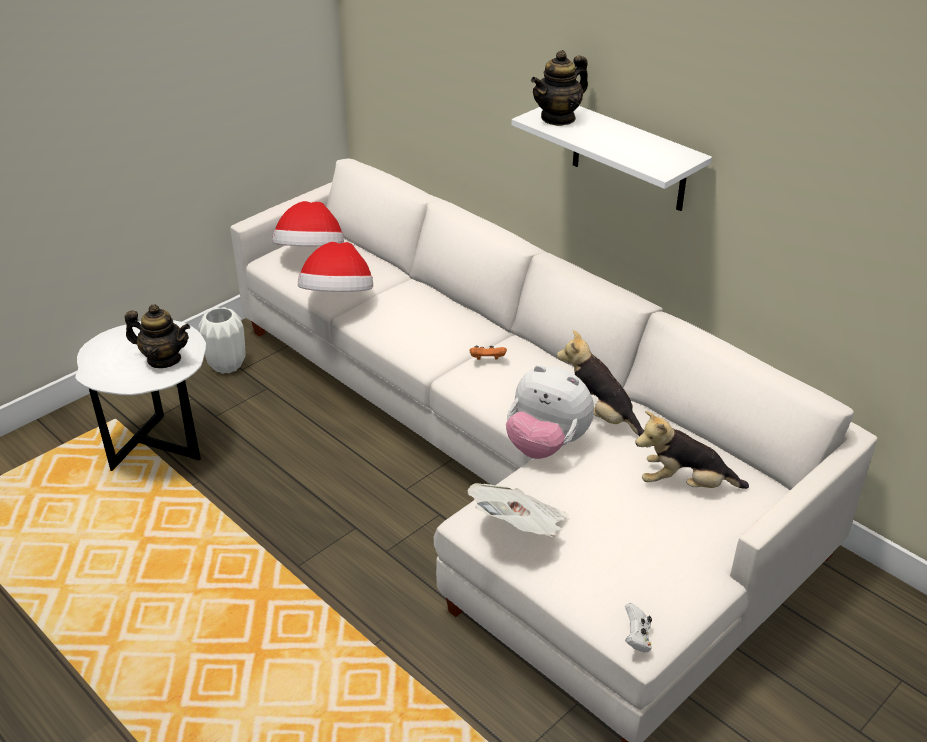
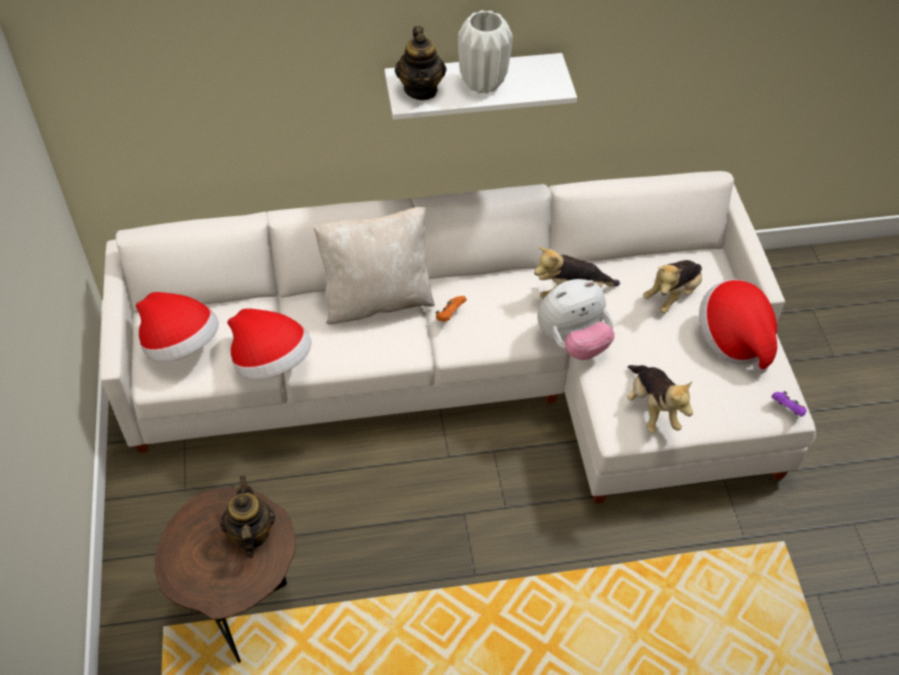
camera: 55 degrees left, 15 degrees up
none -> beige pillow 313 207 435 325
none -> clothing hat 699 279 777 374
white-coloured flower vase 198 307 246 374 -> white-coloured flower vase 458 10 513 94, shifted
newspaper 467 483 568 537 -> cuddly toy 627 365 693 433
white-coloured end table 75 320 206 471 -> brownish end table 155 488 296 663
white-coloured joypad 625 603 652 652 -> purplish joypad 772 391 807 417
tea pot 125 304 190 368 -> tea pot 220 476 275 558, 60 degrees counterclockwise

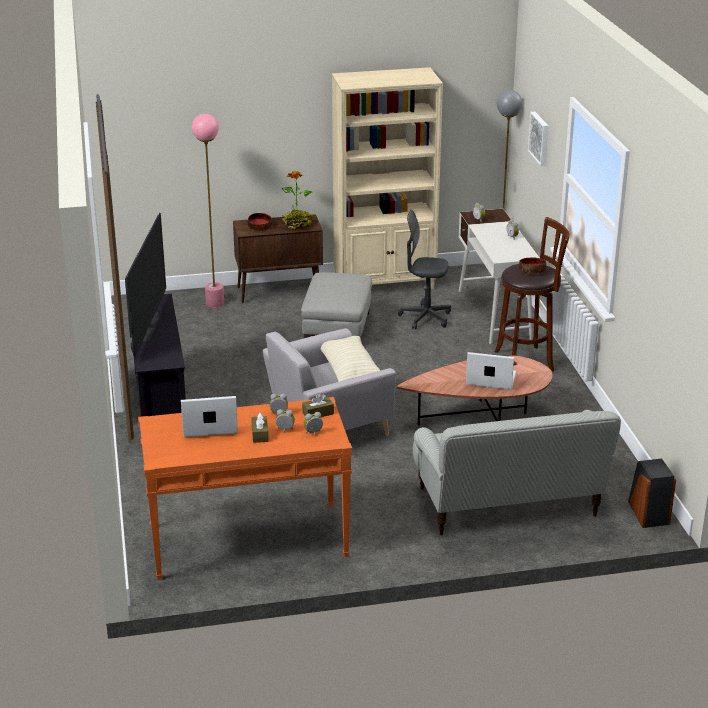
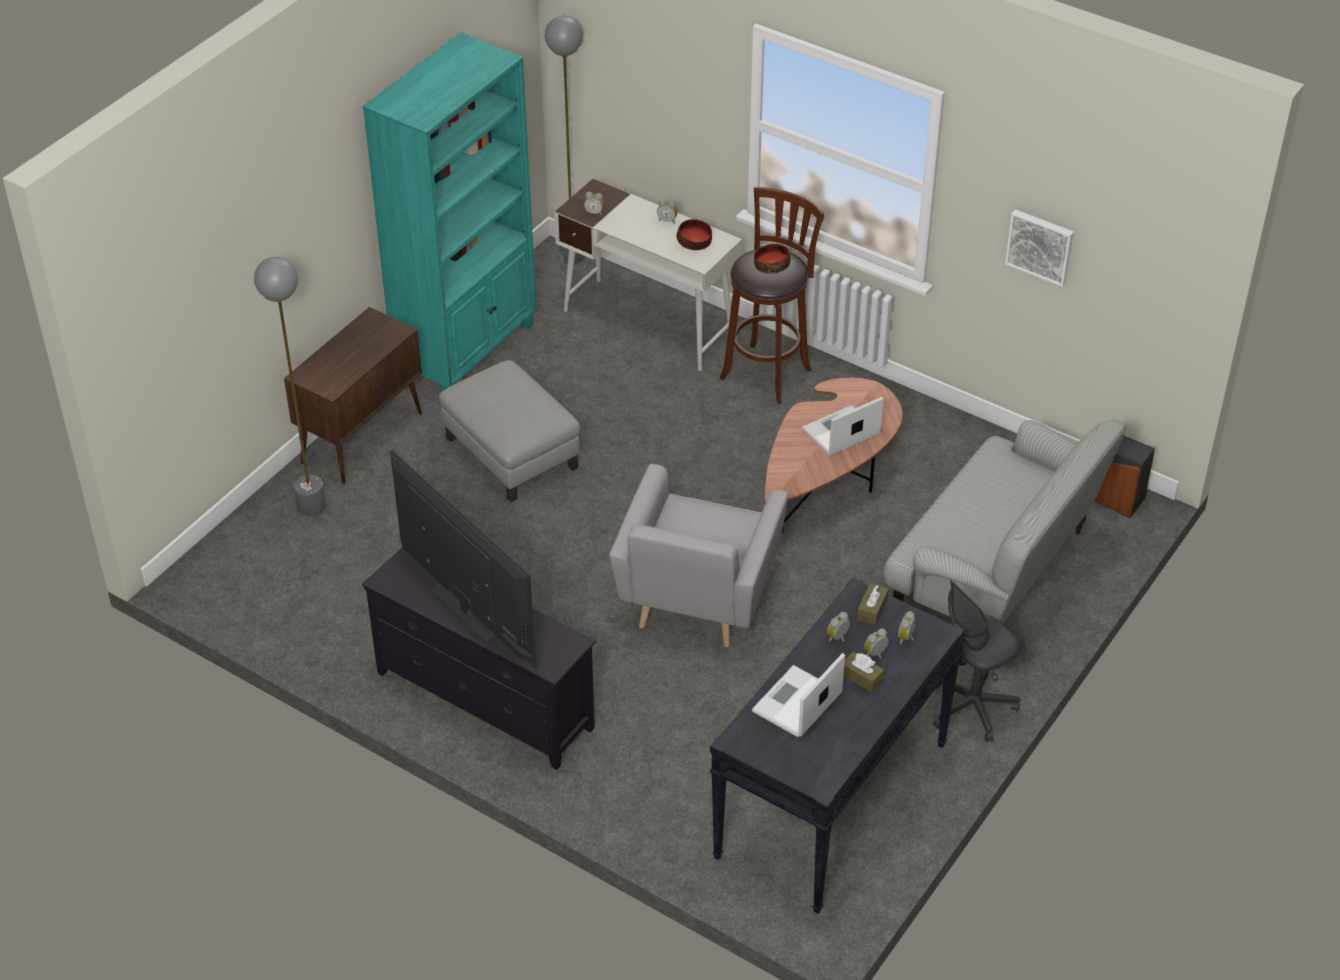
camera: 45 degrees left, 15 degrees up
houseplant 281 170 315 229 -> none
beige pillow 321 336 381 382 -> none
serving bowl 247 213 272 231 -> serving bowl 677 219 712 250, shifted
grey desk chair 398 209 451 329 -> grey desk chair 933 580 1020 742, shifted
wall picture 528 112 548 166 -> wall picture 1005 209 1074 287, shifted
orangey console table 138 397 352 580 -> black console table 710 577 965 914
pink-coloured floor lamp 192 114 224 308 -> grey floor lamp 254 257 326 516
beige bookshelf 332 67 443 289 -> blue-green bookshelf 363 33 537 392

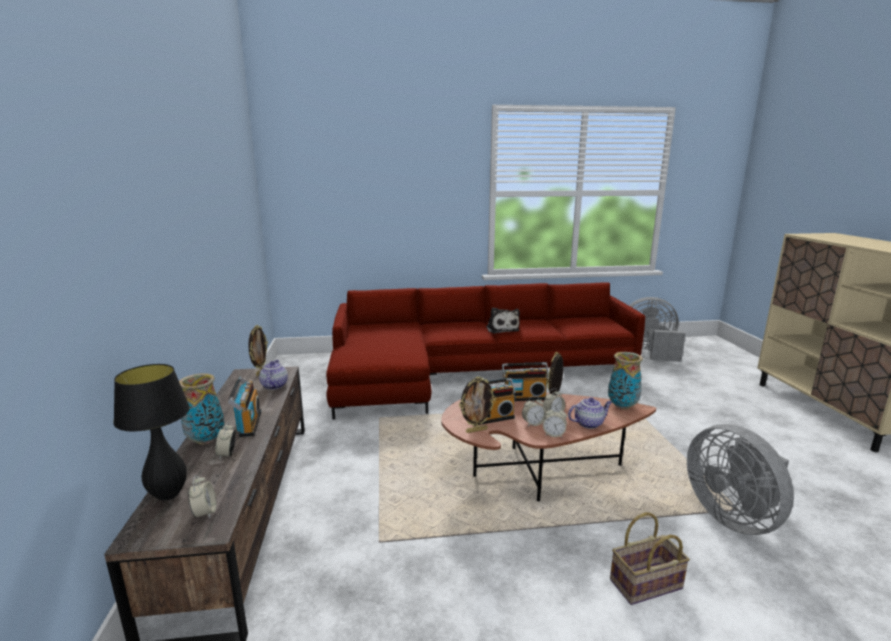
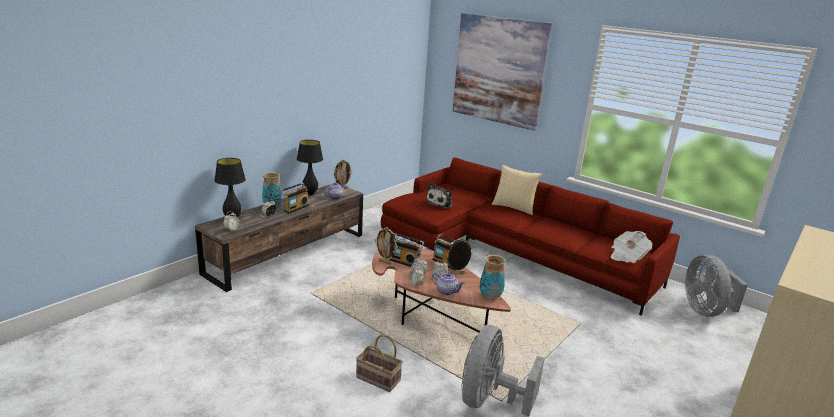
camera: 45 degrees right, 5 degrees up
none -> black table lamp 297 140 323 195
none -> wall picture 453 13 552 131
none -> pillow 492 165 543 215
none -> newspaper 611 231 652 263
cuddly toy 486 308 520 334 -> cuddly toy 425 183 454 208, shifted
grey cooling fan 629 297 686 362 -> grey cooling fan 685 254 748 317, 150 degrees counterclockwise

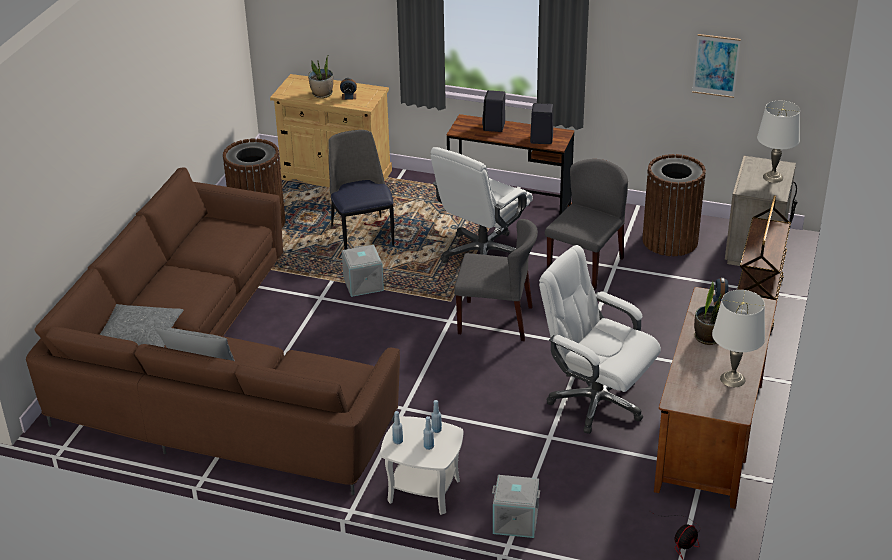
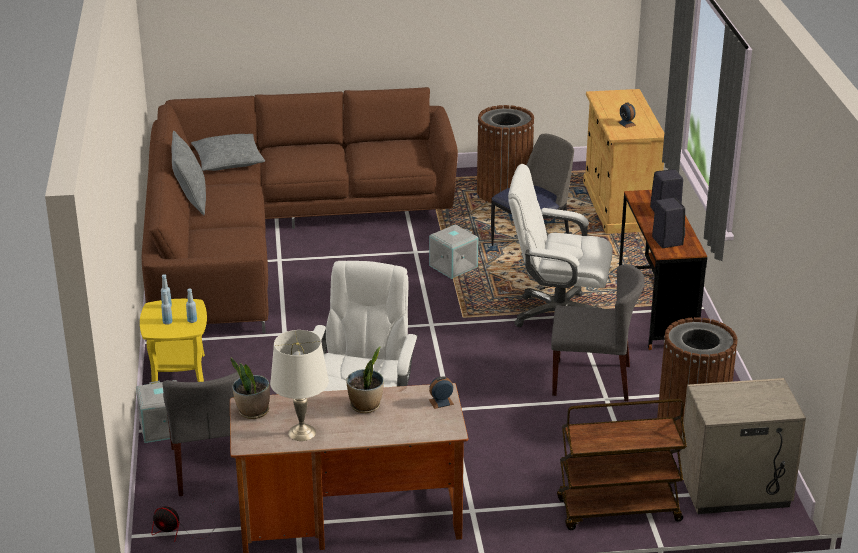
camera: 65 degrees right, 5 degrees down
wall picture 692 34 741 98 -> none
white-coloured table lamp 757 101 800 183 -> none
houseplant 308 56 333 98 -> houseplant 231 358 270 419, shifted
grey chair 454 219 538 341 -> grey chair 163 372 240 496, shifted
white-coloured end table 380 416 463 515 -> yellow end table 140 299 207 384

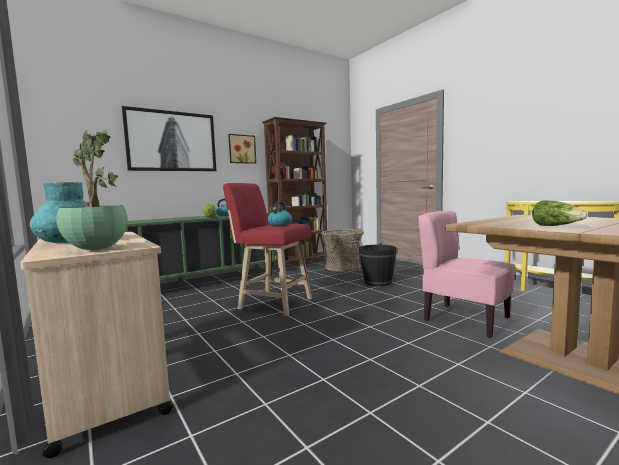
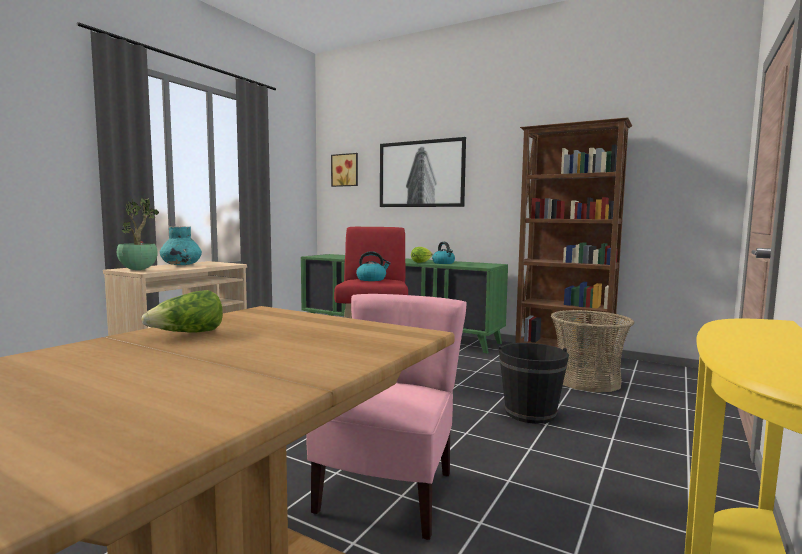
camera: 65 degrees right, 0 degrees up
wall picture 228 134 256 164 -> wall picture 331 153 358 187, shifted

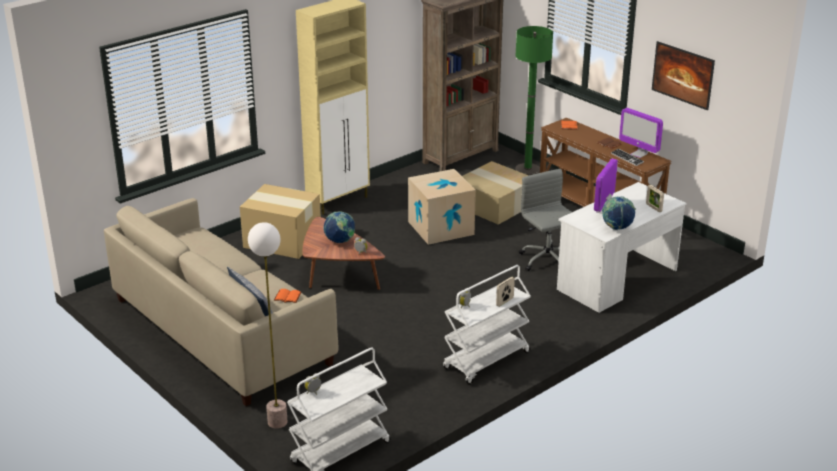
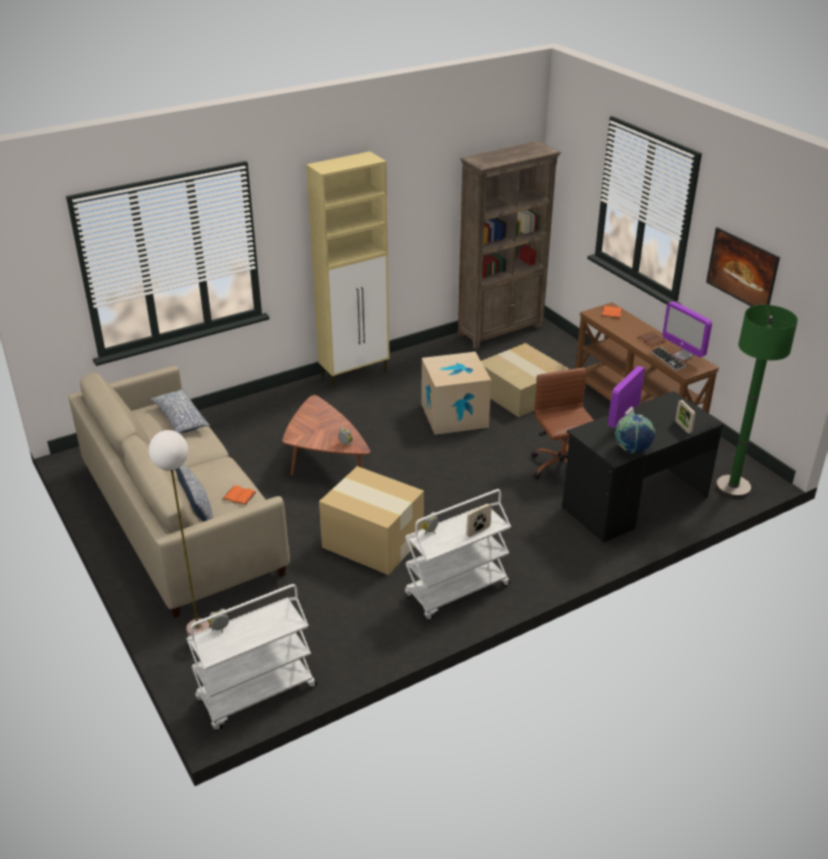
camera: 10 degrees right, 5 degrees up
world globe 323 211 355 243 -> none
none -> pillow 150 389 210 434
carton 240 184 321 259 -> carton 319 466 424 575, shifted
greenish floor lamp 515 26 553 175 -> greenish floor lamp 716 305 798 499, shifted
grey desk chair 519 169 572 271 -> brownish desk chair 532 368 594 479
white-coloured desk 557 182 687 313 -> black desk 562 391 724 543

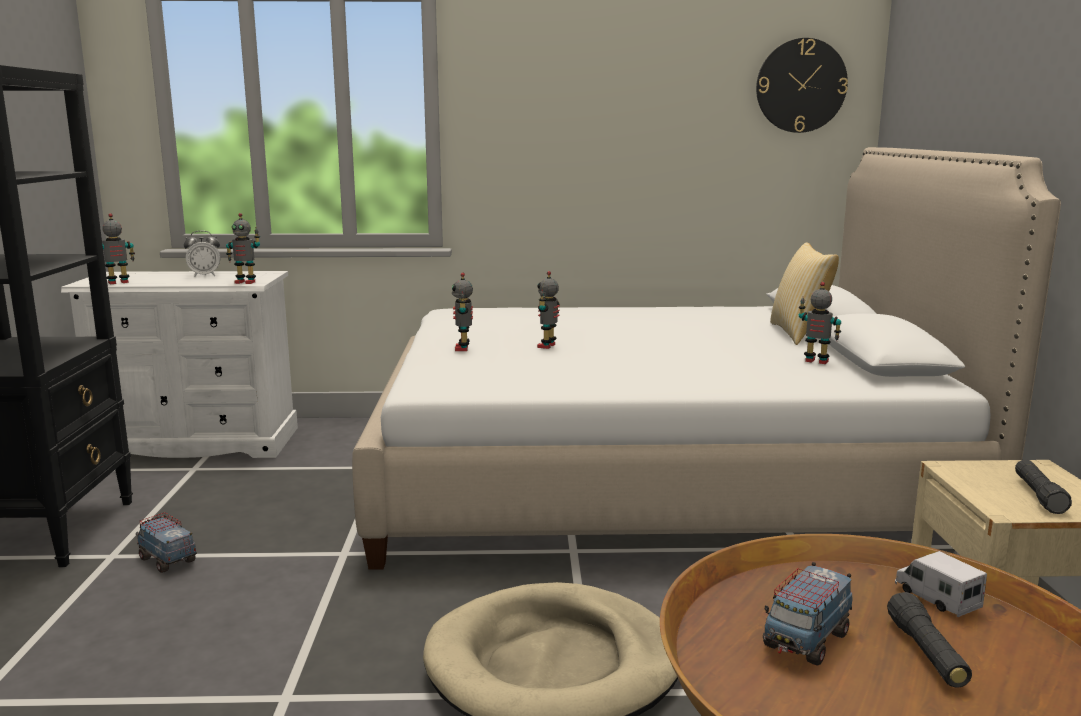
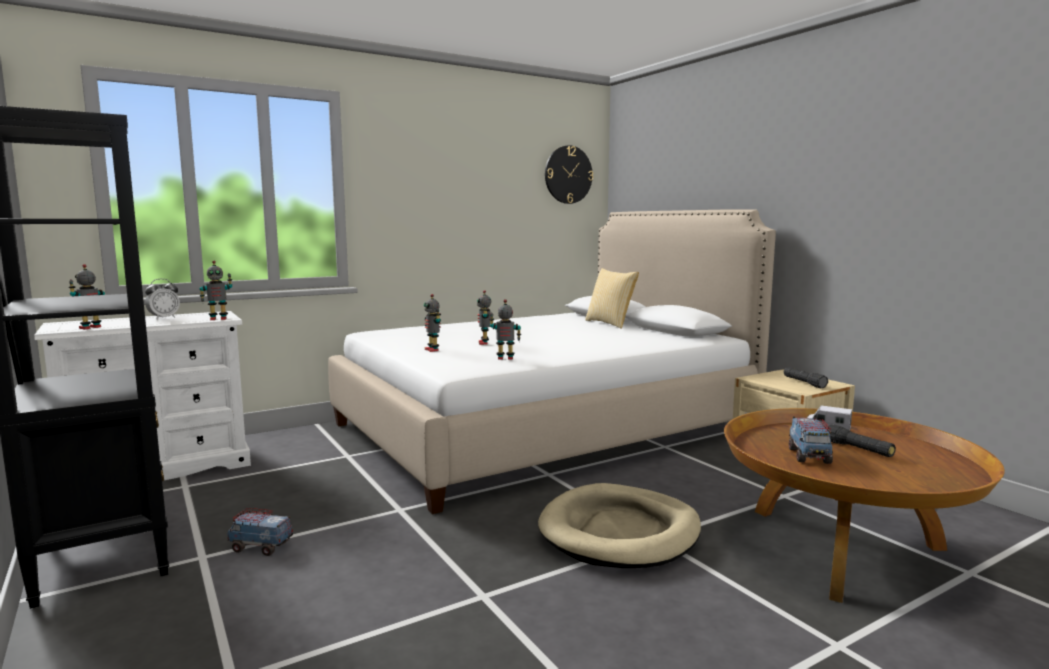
camera: 30 degrees left, 5 degrees down
robot figure 799 282 841 364 -> robot figure 490 299 521 360, shifted

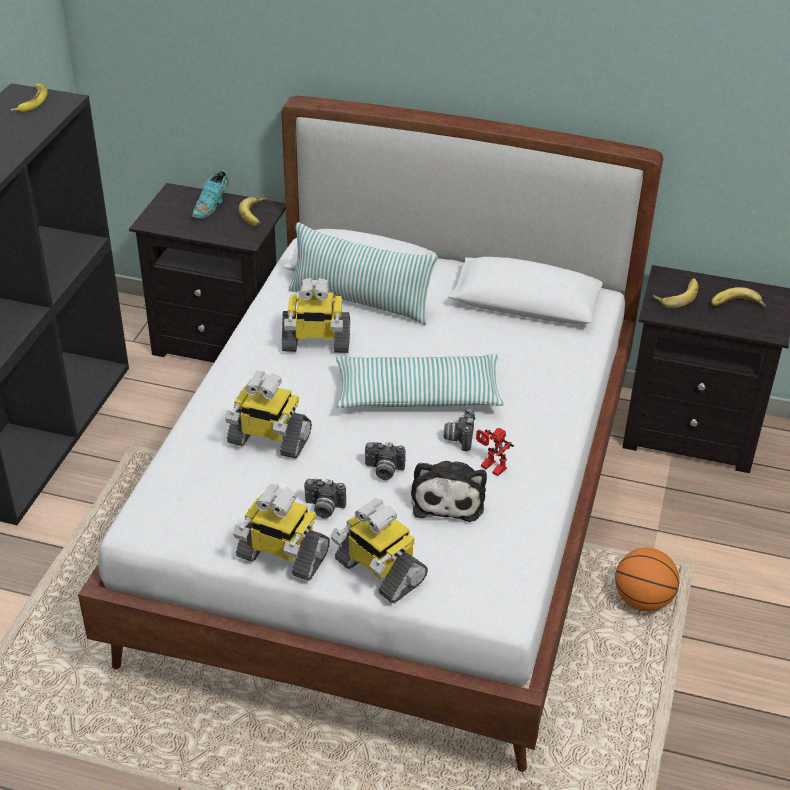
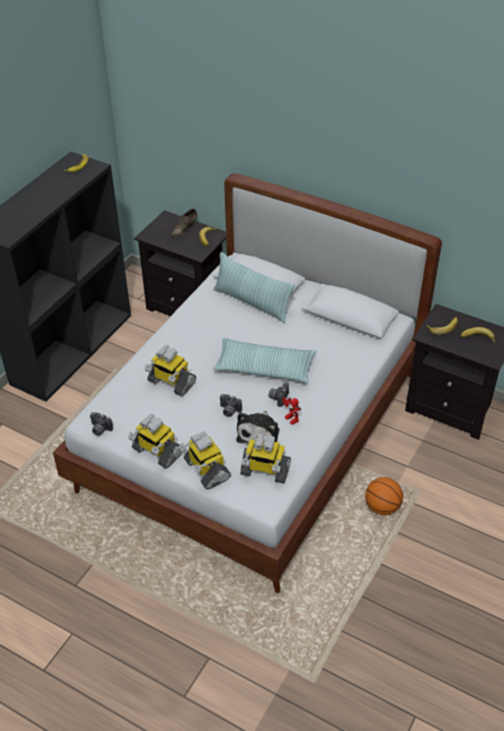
camera: 15 degrees right, 5 degrees up
robot figure 282 278 350 353 -> robot figure 240 434 291 484, shifted
still camera 304 479 346 519 -> still camera 90 412 113 436, shifted
blue-green item of footwear 192 170 229 219 -> brownish item of footwear 171 209 197 237

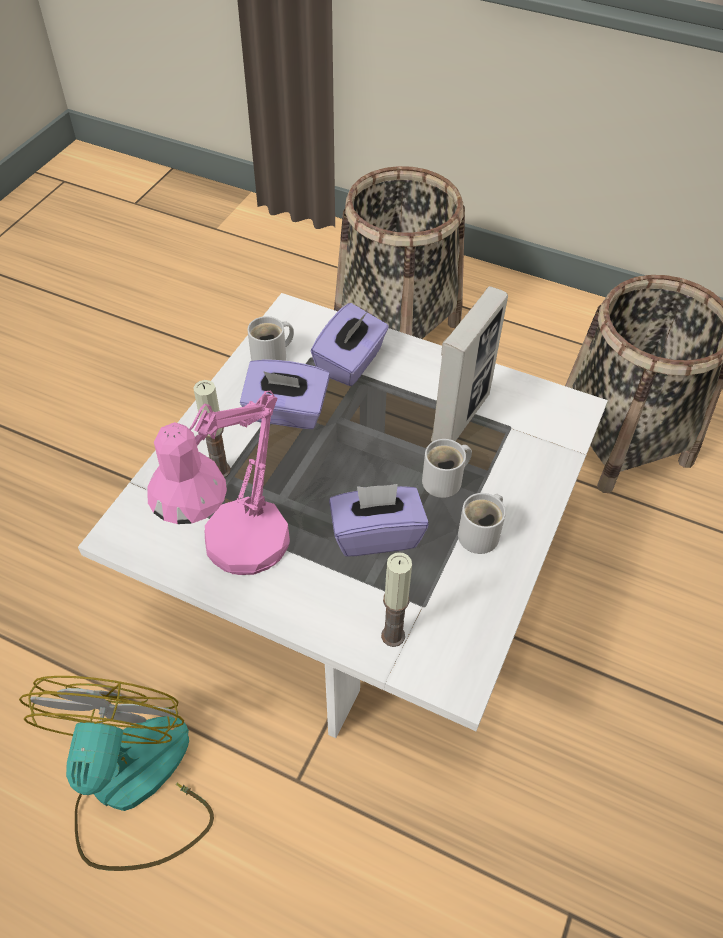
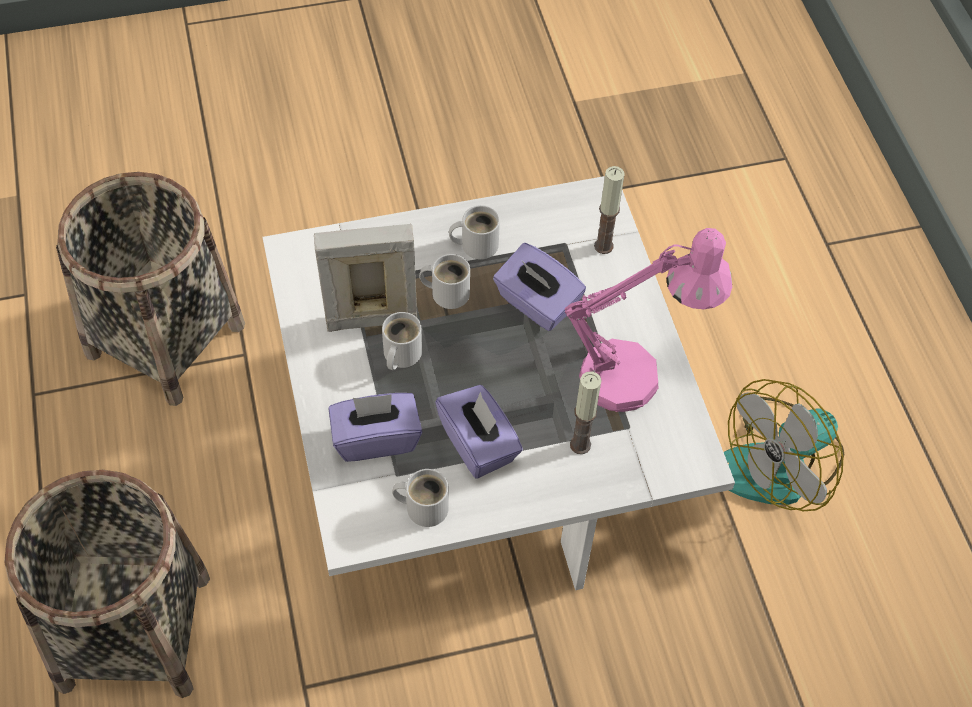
camera: 130 degrees left, 5 degrees up
none -> white-coloured mug 382 312 422 370

